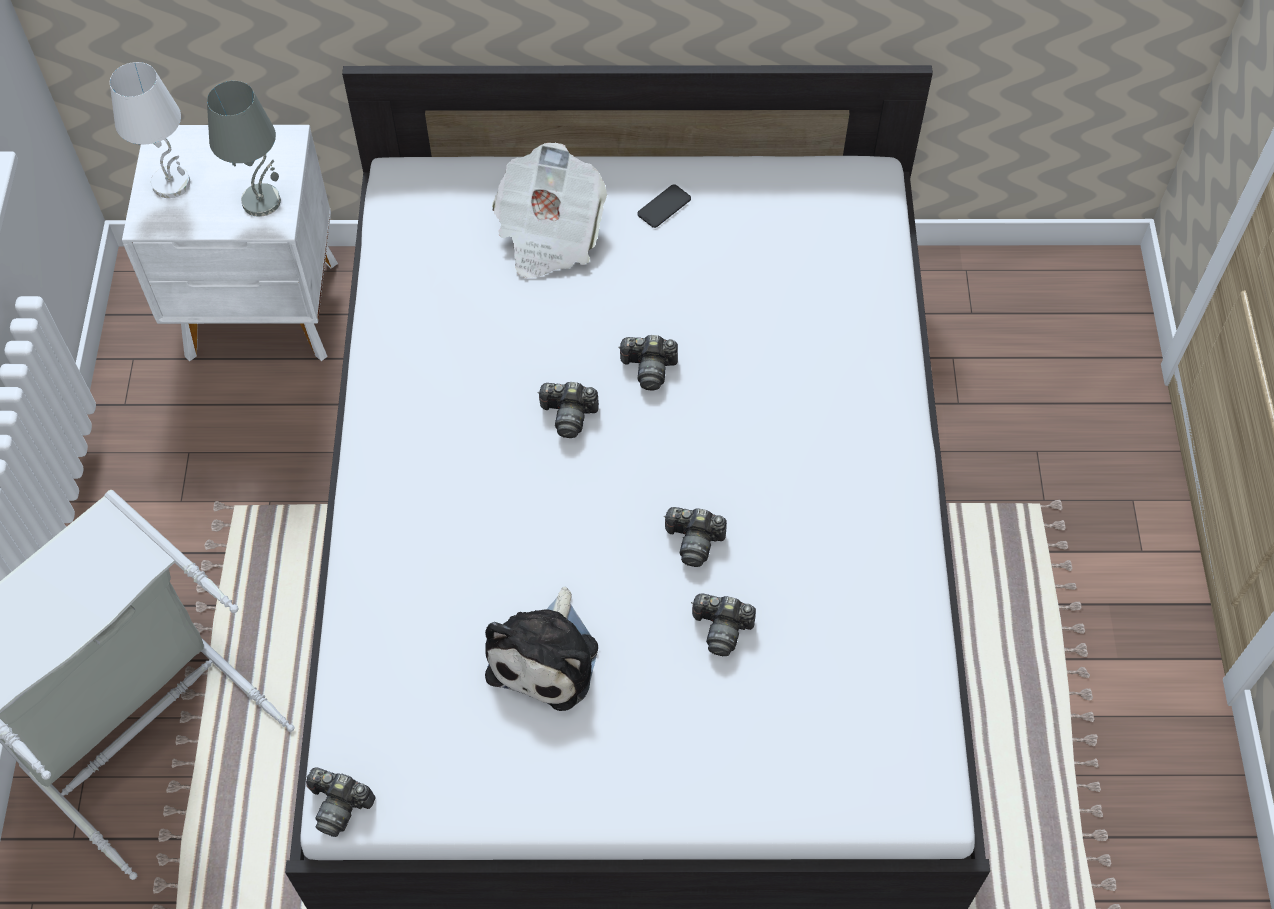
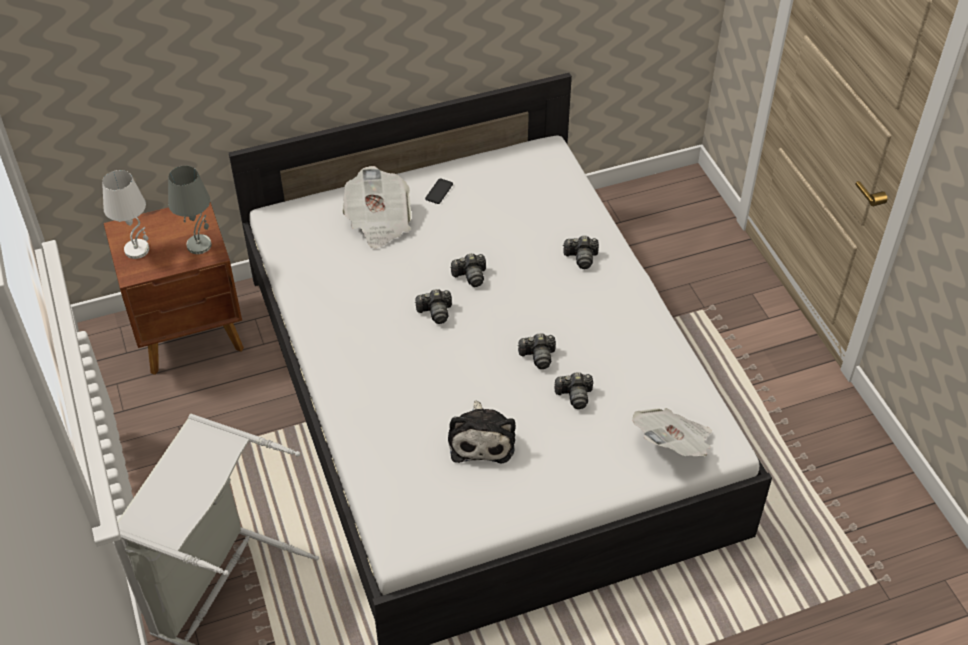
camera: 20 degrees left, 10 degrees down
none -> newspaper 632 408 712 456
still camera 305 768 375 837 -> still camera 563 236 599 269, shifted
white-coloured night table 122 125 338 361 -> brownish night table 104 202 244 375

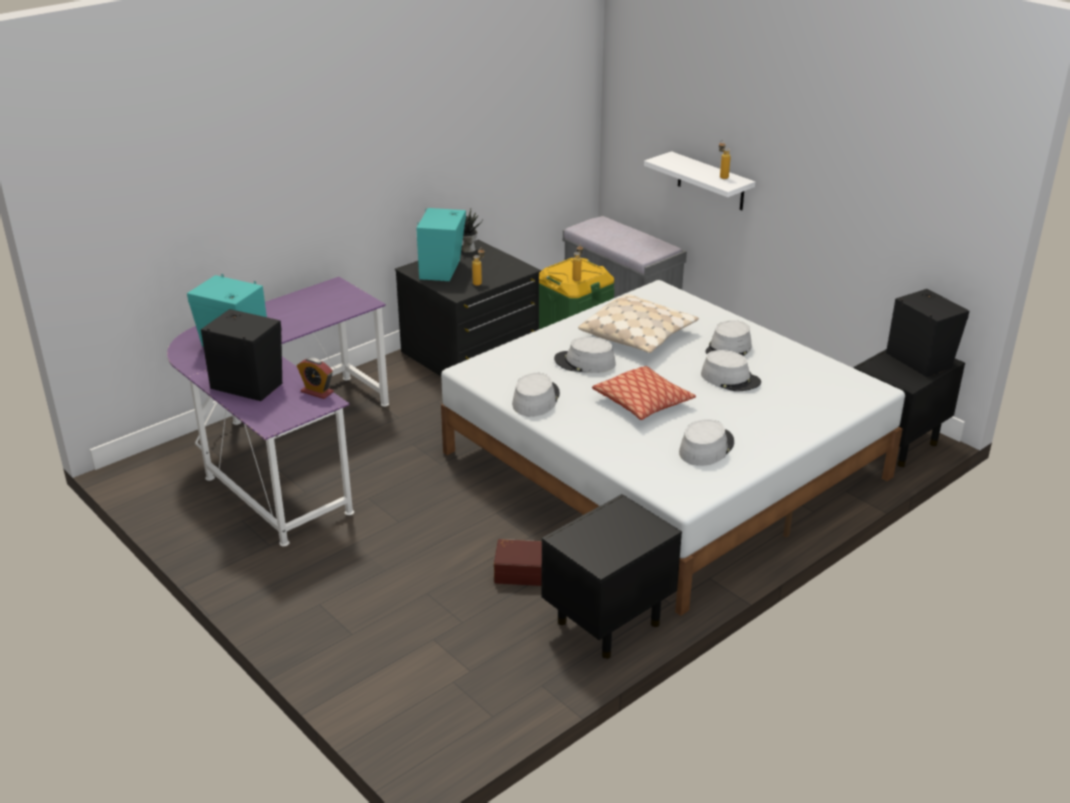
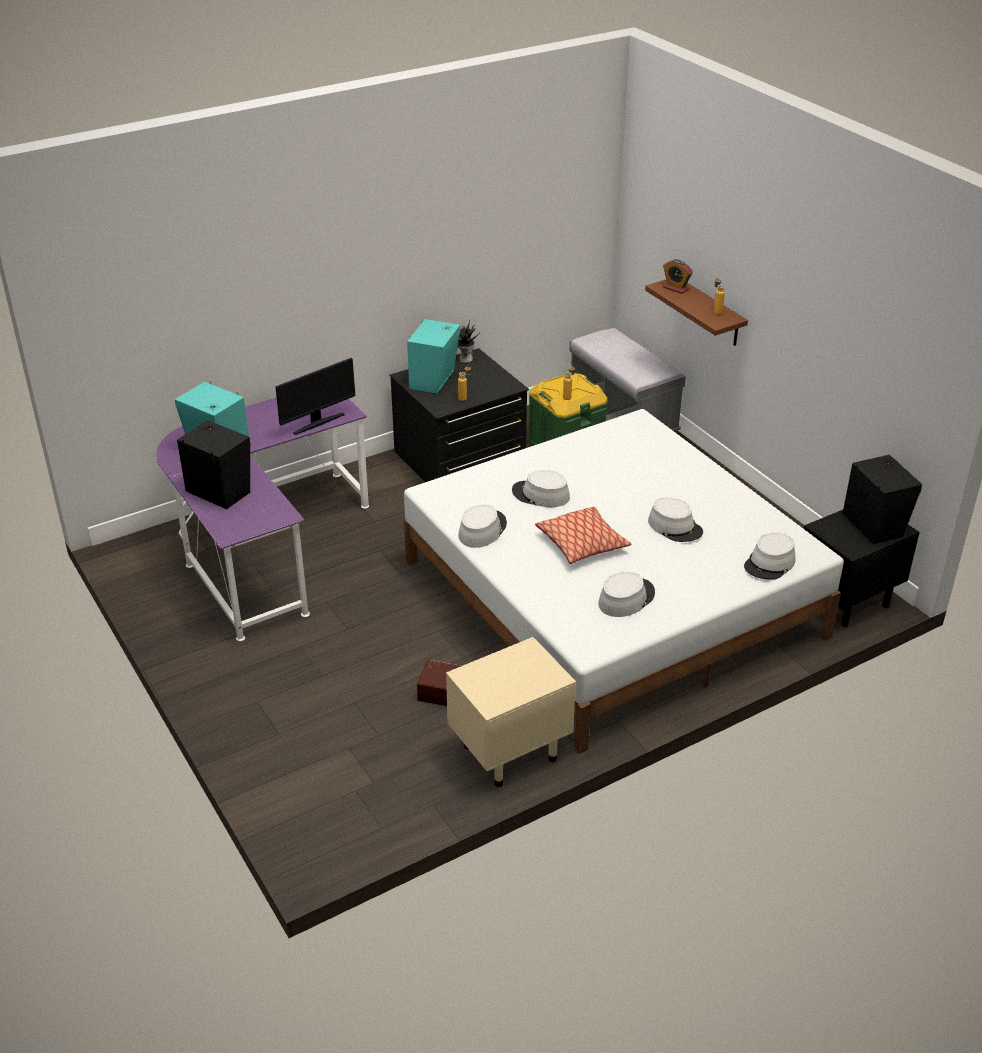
camera: 10 degrees right, 5 degrees up
beige pillow 578 294 699 353 -> none
none -> computer display 275 358 355 435
alarm clock 297 357 334 399 -> alarm clock 663 259 693 294, shifted
grey clothing hat 706 320 752 356 -> grey clothing hat 744 532 795 580, shifted
black night table 542 494 682 659 -> beige night table 446 637 576 787
white-coloured shelf 644 151 755 210 -> brownish shelf 645 280 748 346

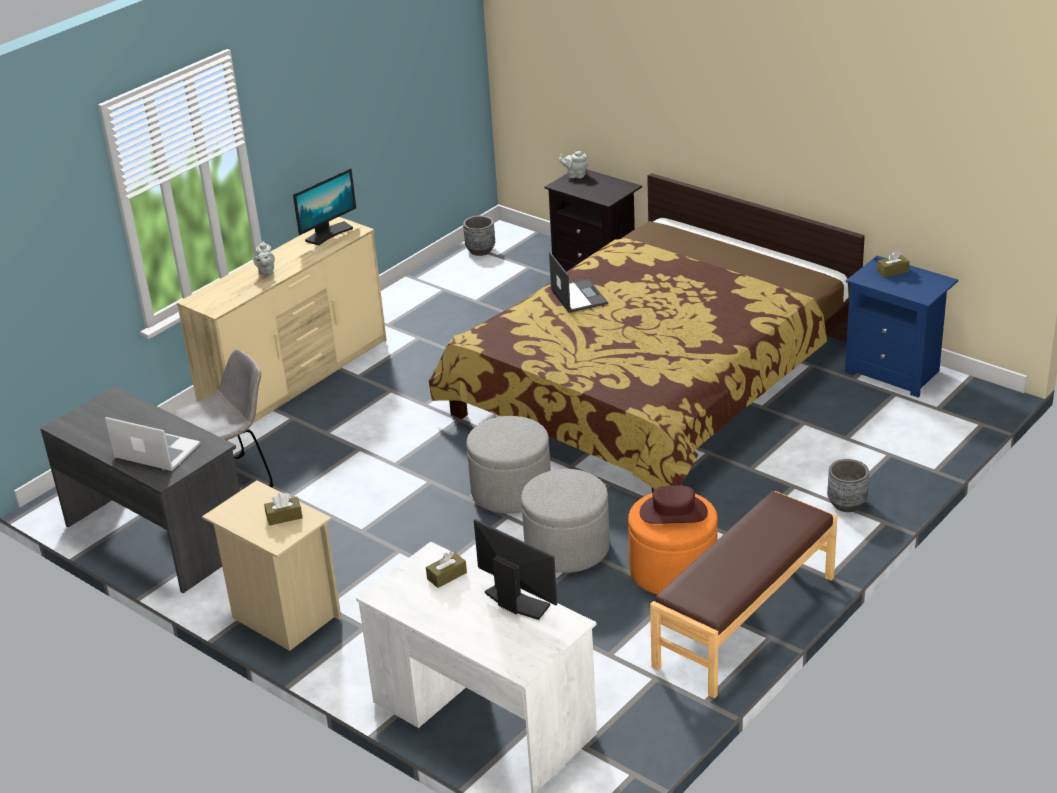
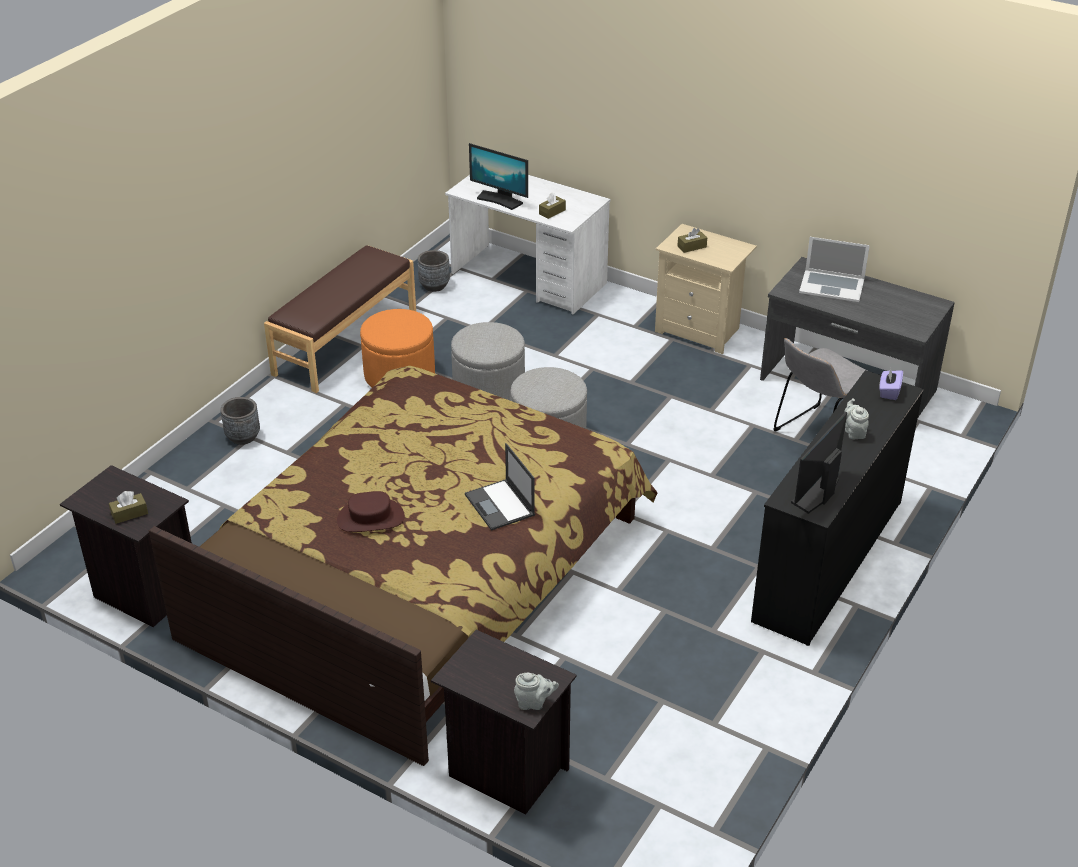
camera: 170 degrees right, 5 degrees up
none -> purplish tissue holder 879 368 903 400
grey planter 463 215 495 256 -> grey planter 418 250 450 292, shifted
brownish clothing hat 640 486 708 524 -> brownish clothing hat 337 491 405 532, shifted
beige chest of drawers 177 217 387 423 -> black chest of drawers 751 370 923 646
bluish night table 845 256 958 398 -> black night table 60 465 192 627

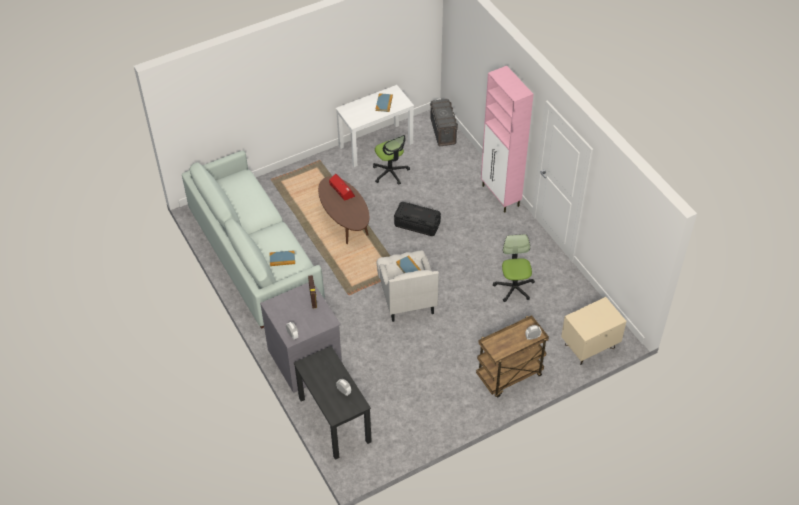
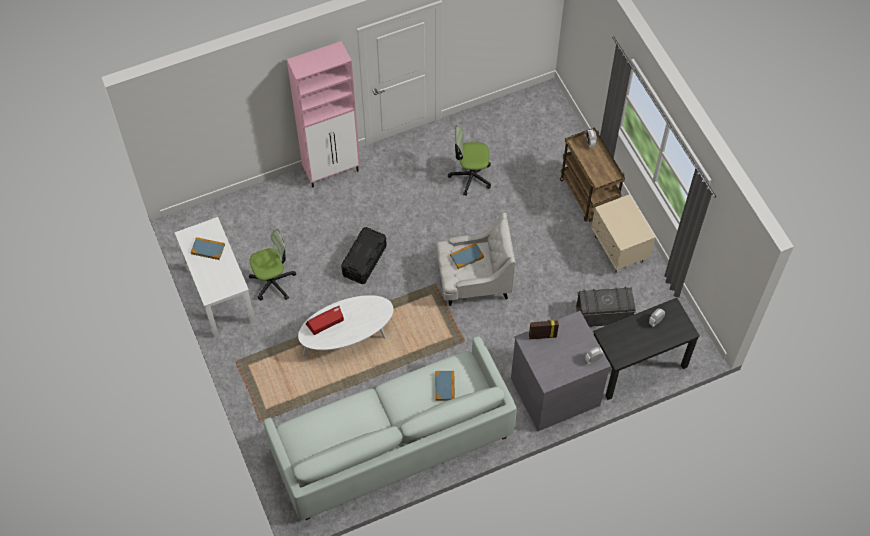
camera: 85 degrees left, 10 degrees up
grey storage bin 430 99 458 147 -> grey storage bin 576 287 636 327, shifted
beige night table 561 297 626 365 -> beige night table 591 194 655 272, shifted
brownish low table 318 177 369 244 -> white-coloured low table 298 295 394 356

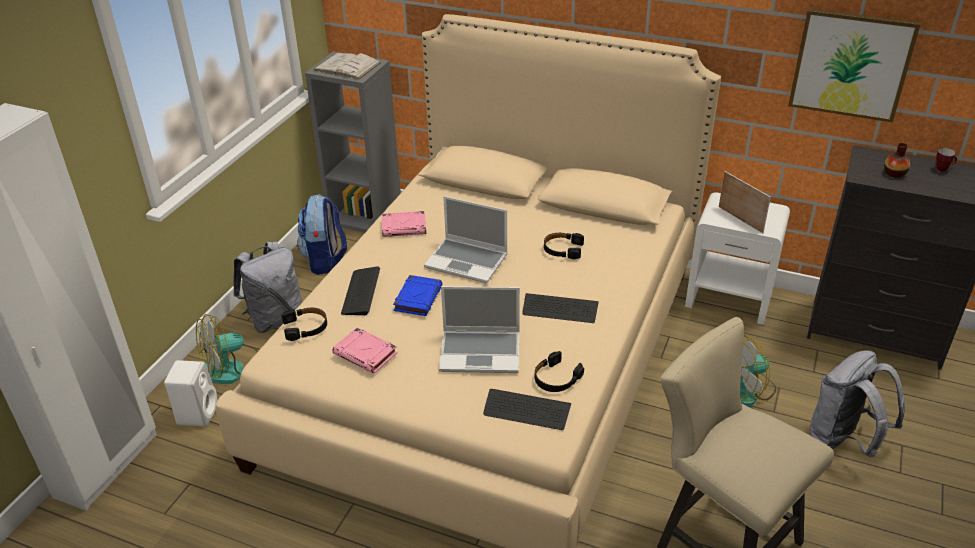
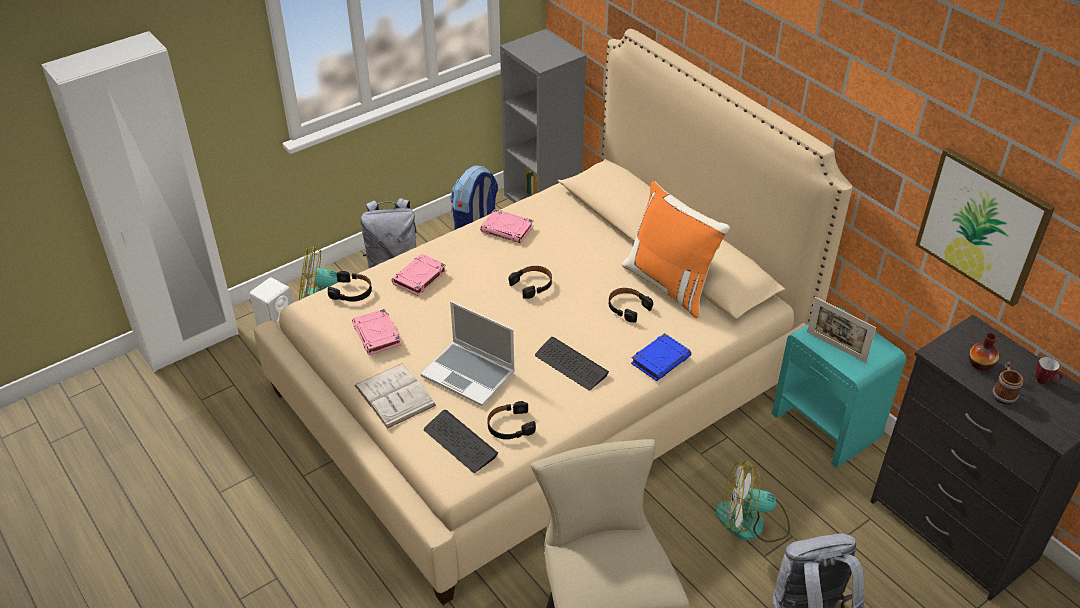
camera: 30 degrees right, 5 degrees up
none -> orangey pillow 622 181 730 318
none -> mug 993 362 1023 405
white-coloured bound book 313 53 381 79 -> white-coloured bound book 354 364 436 429, shifted
bluish bound book 393 275 442 316 -> bluish bound book 631 333 691 381, shifted
keyboard 341 266 380 315 -> pink-coloured bound book 392 254 447 296
laptop 424 196 508 283 -> black pair of headphones 508 266 552 299
white-coloured night table 685 192 790 325 -> blue-green night table 772 307 906 468
standing frame 719 171 771 233 -> standing frame 807 297 876 363, 135 degrees clockwise

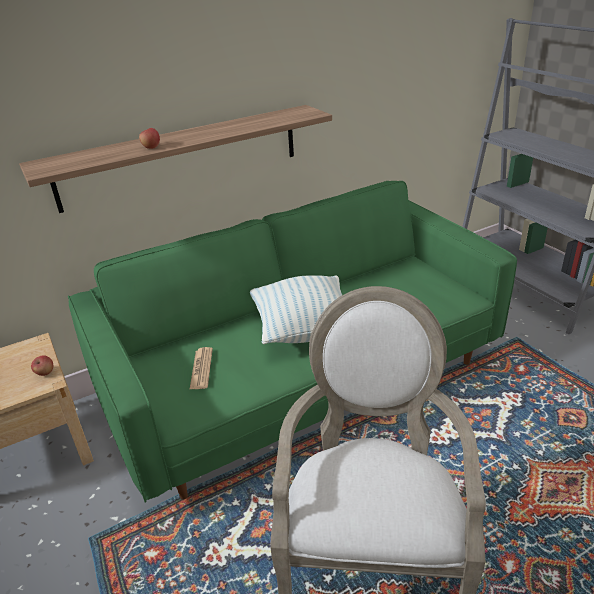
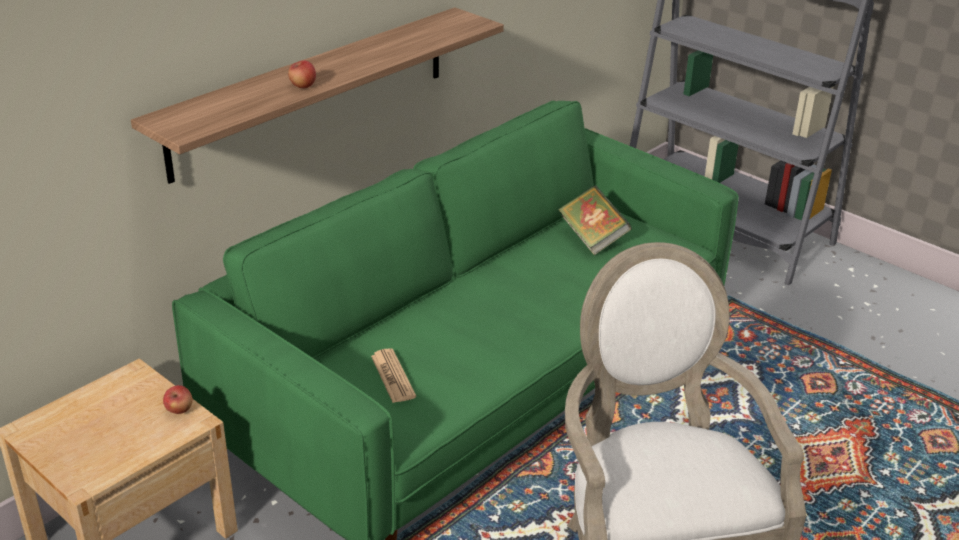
camera: 20 degrees left, 0 degrees up
pillow 250 275 342 344 -> none
none -> bound book 558 185 632 256

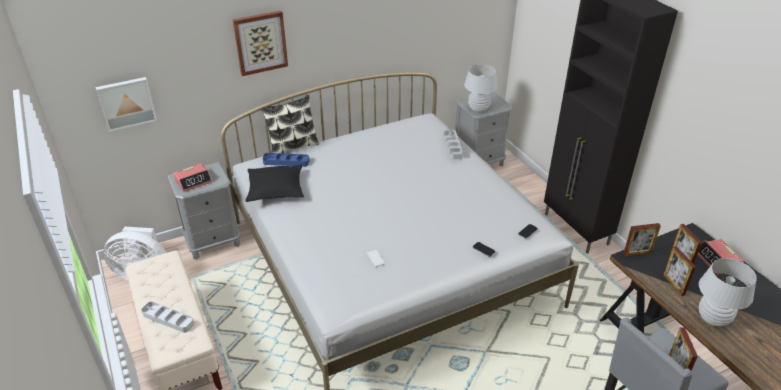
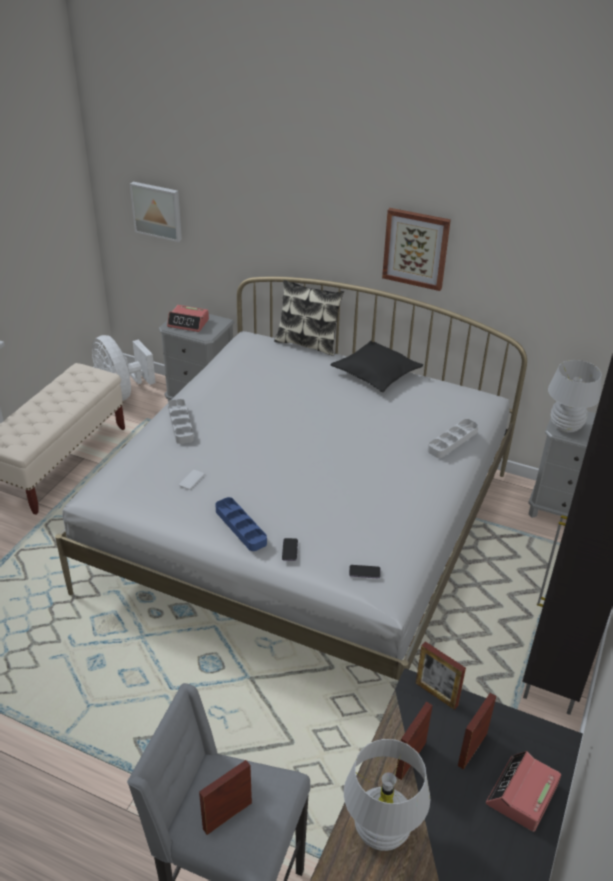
camera: 50 degrees right, 0 degrees up
grey serving tray 141 301 194 333 -> grey serving tray 168 399 194 444, shifted
wall picture 232 11 288 76 -> wall picture 382 208 451 291, shifted
black pillow 246 165 304 202 -> black pillow 331 341 423 392, shifted
bluish serving tray 263 153 309 167 -> bluish serving tray 215 497 267 551, shifted

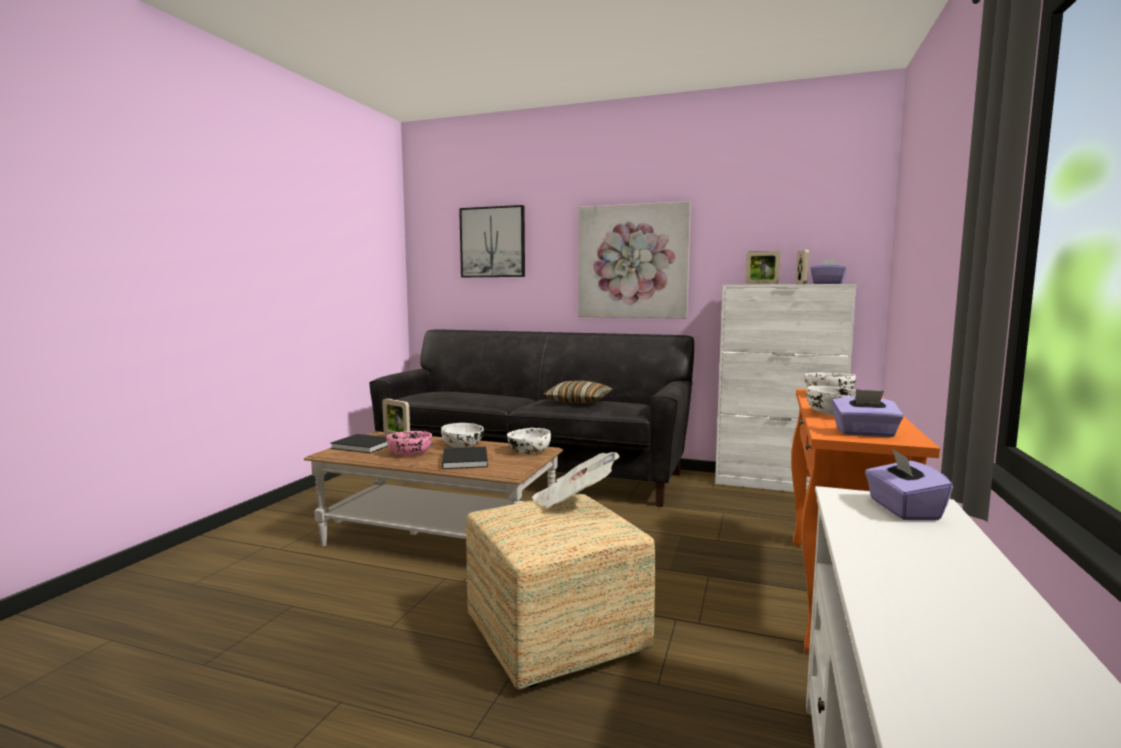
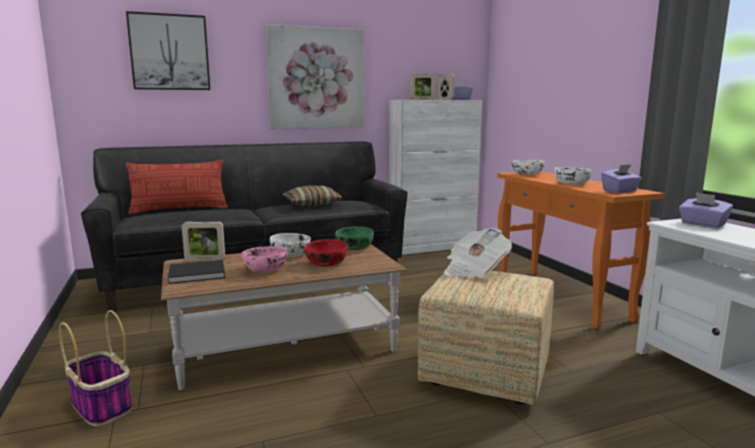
camera: 40 degrees left, 5 degrees up
none -> household basket 59 310 132 427
none -> pillow 126 160 228 215
black bound book 442 447 488 469 -> red-coloured serving bowl 305 239 348 267
white-coloured serving bowl 507 428 551 454 -> greenish serving bowl 335 226 374 250

